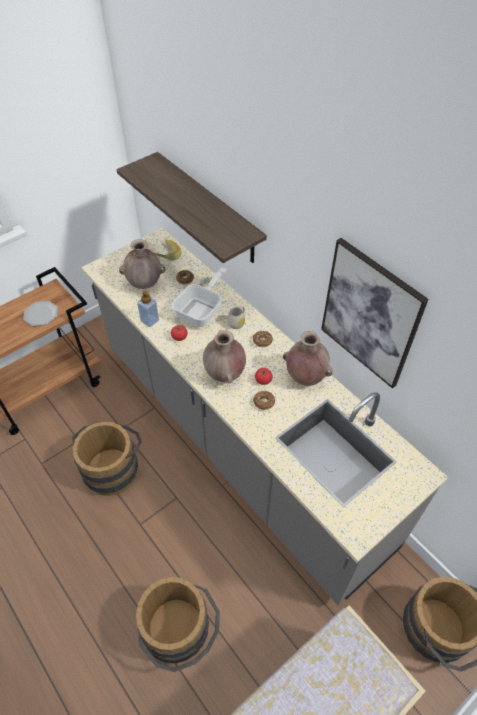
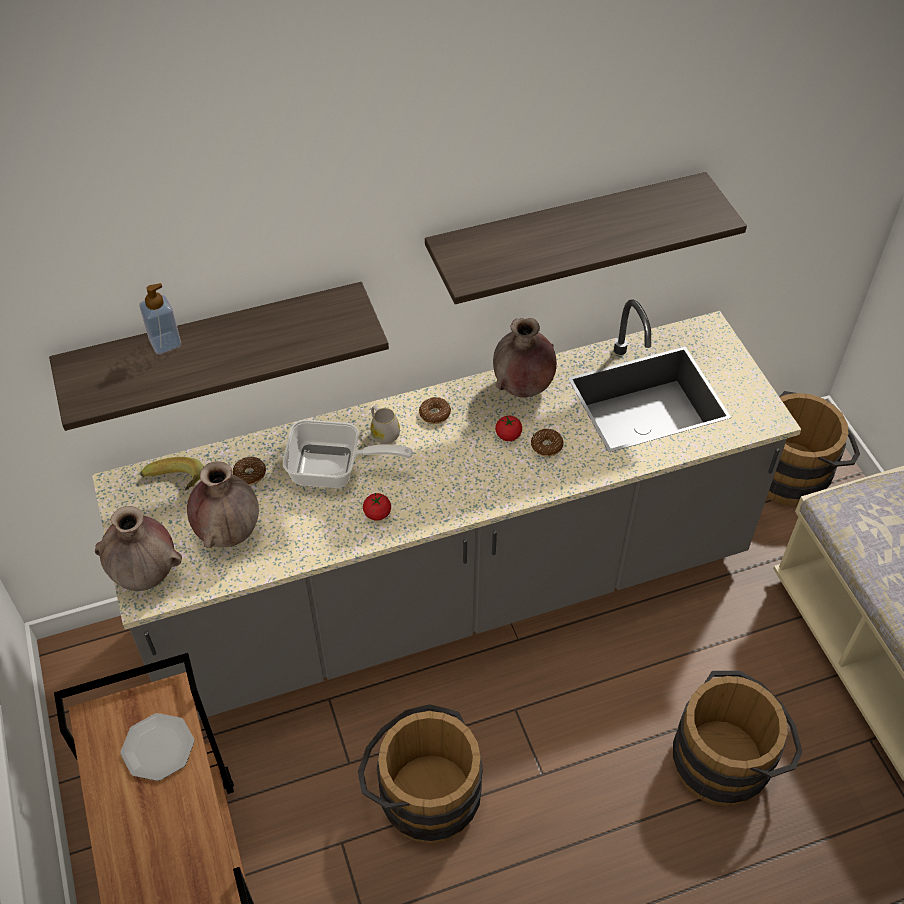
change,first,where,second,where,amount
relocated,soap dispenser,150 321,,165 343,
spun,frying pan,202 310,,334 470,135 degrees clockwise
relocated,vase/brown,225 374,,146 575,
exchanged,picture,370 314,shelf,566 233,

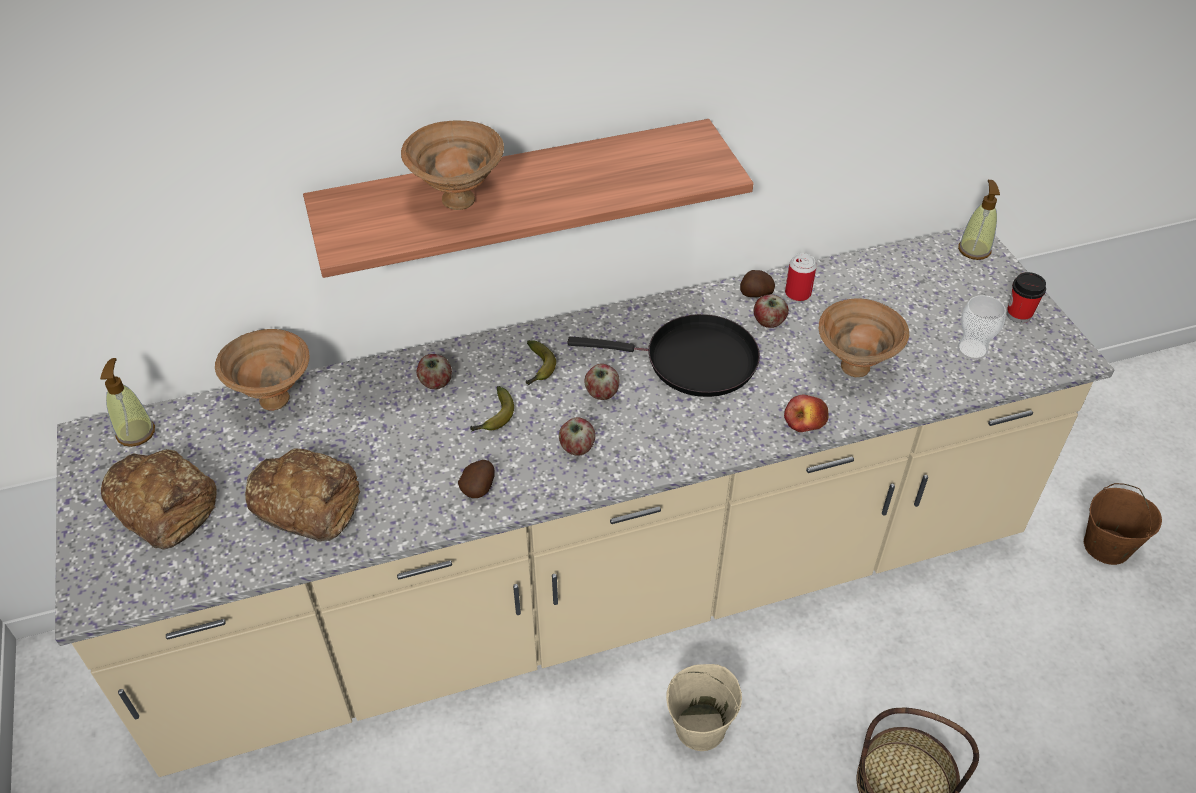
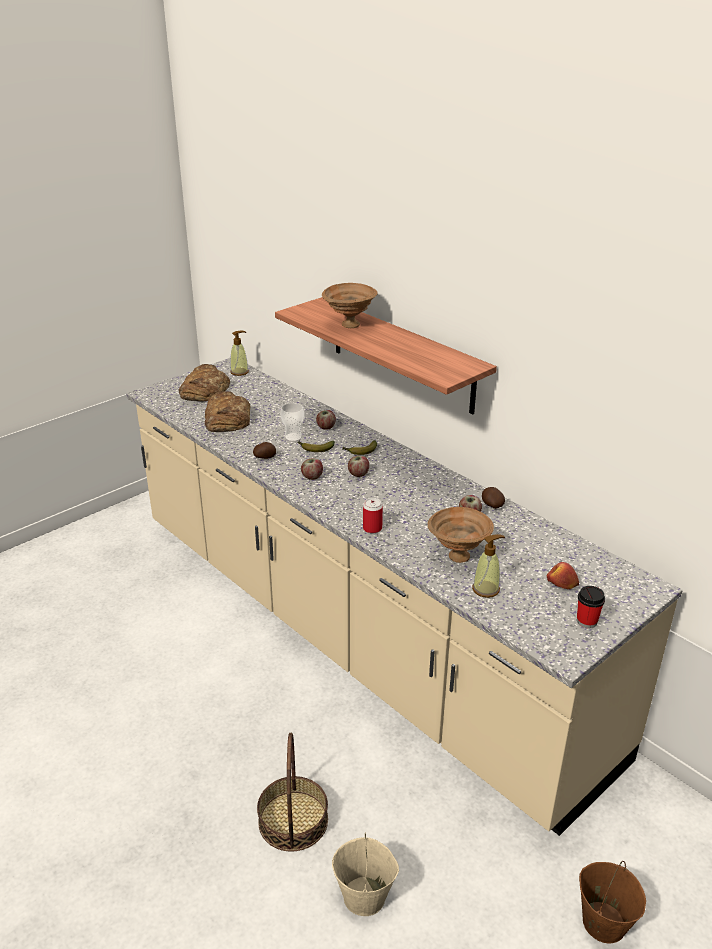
change,first,where,second,where,amount
missing,bowl/brown,272 398,,,
missing,frying pan/black,693 361,,,
relocated,bucket/beige,700 726,,365 896,
relocated,apple,805 421,,561 583,
relocated,can,798 293,,372 528,
relocated,soap dispenser,974 250,,486 589,
relocated,cup,972 349,,293 437,

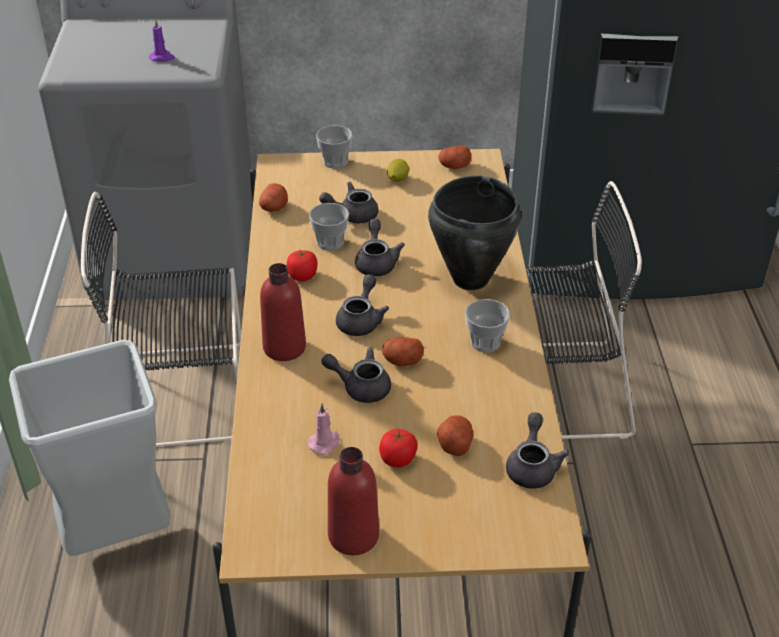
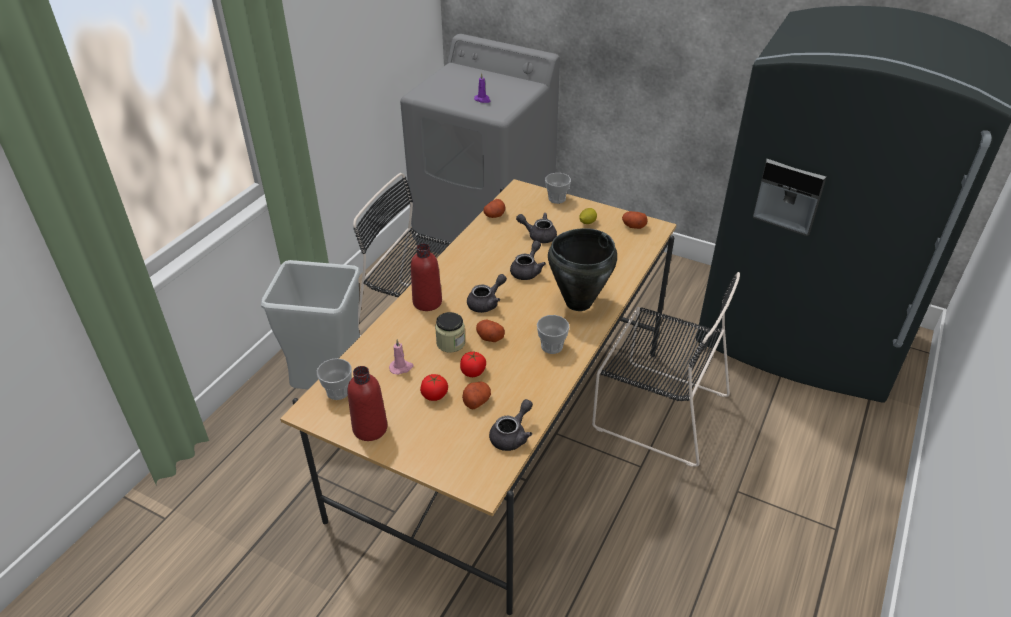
change,first,where,second,where,amount
relocated,tomato,302 276,,473 372,
relocated,cup,330 242,,338 391,
exchanged,teapot/grey,360 387,jar,450 343,

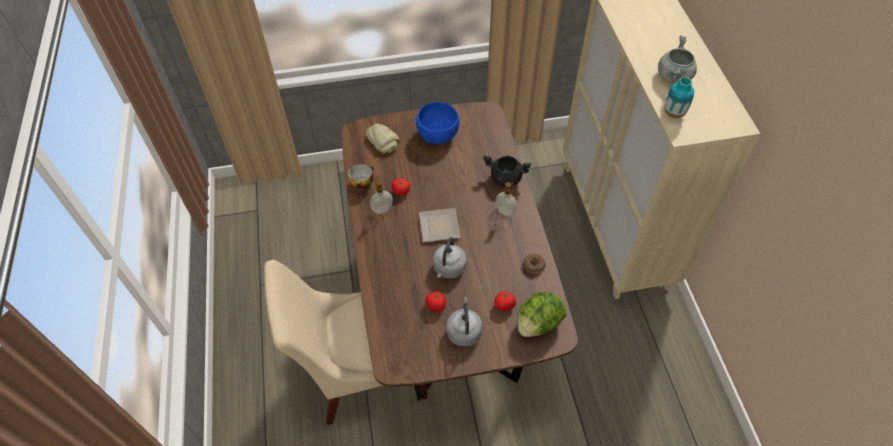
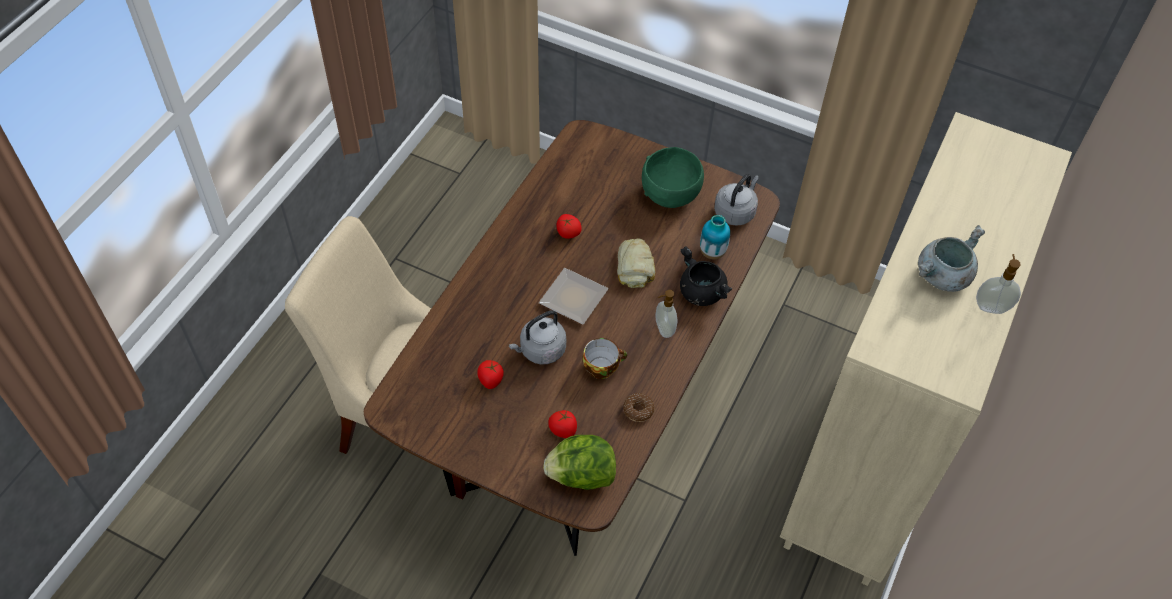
change,first,where,second,where,amount
relocated,cup,362 183,,602 367,
relocated,bread,383 140,,635 266,
relocated,soap dispenser,382 209,,991 307,
colour,bowl/blue,438 134,bowl/green,671 193,
relocated,kettle/grey,464 331,,735 211,
relocated,vase,674 113,,712 252,

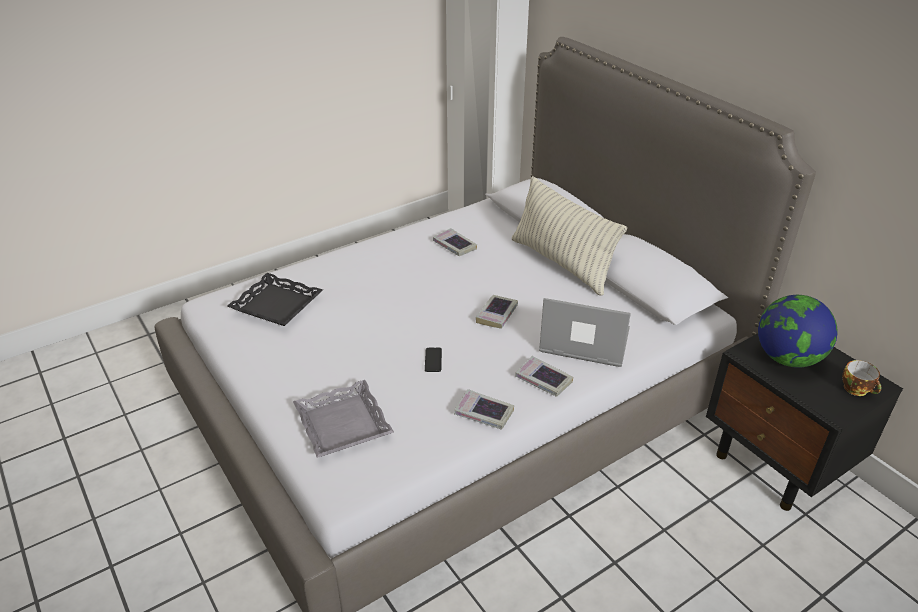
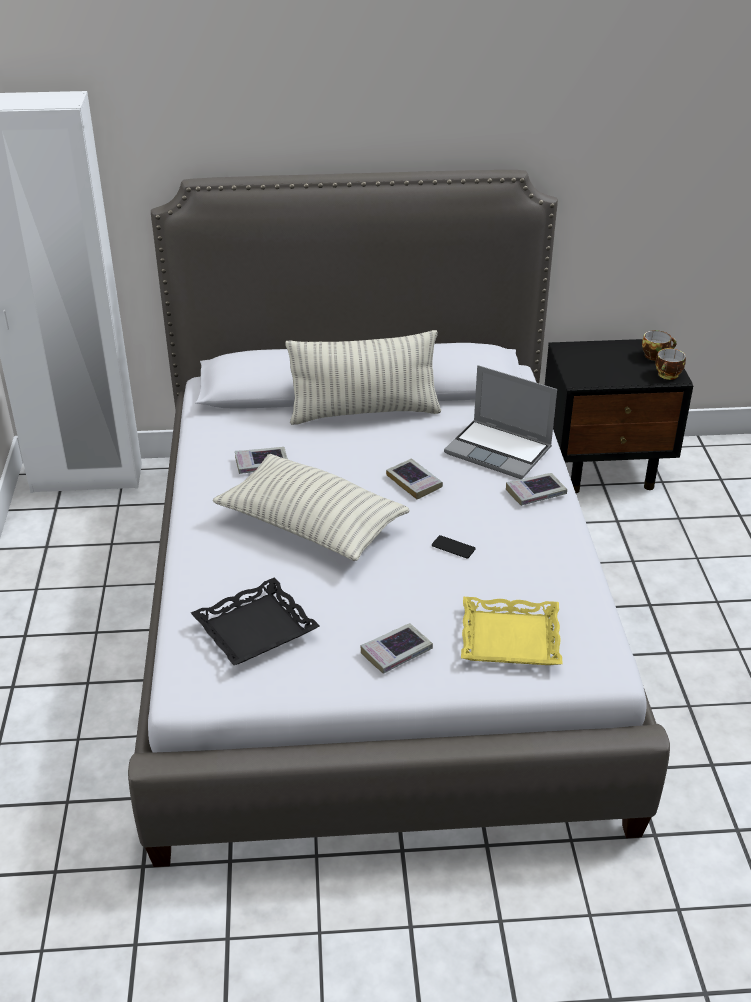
change,first,where,second,where,amount
colour,tray/grey,344 424,tray/yellow,510 638,
relocated,book,484 413,,396 652,
spun,laptop,583 342,,500 451,105 degrees counterclockwise
missing,globe,787 358,,,
appeared,,,pillow,311 525,
appeared,,,cup,668 375,

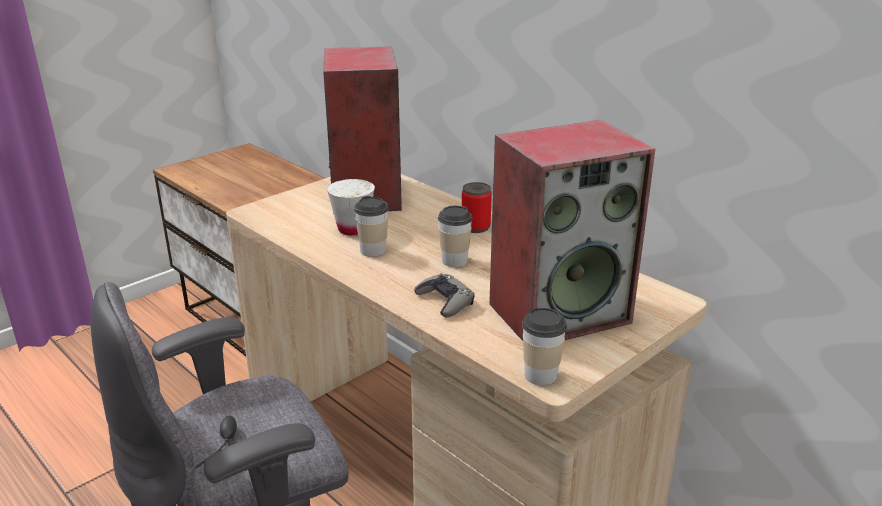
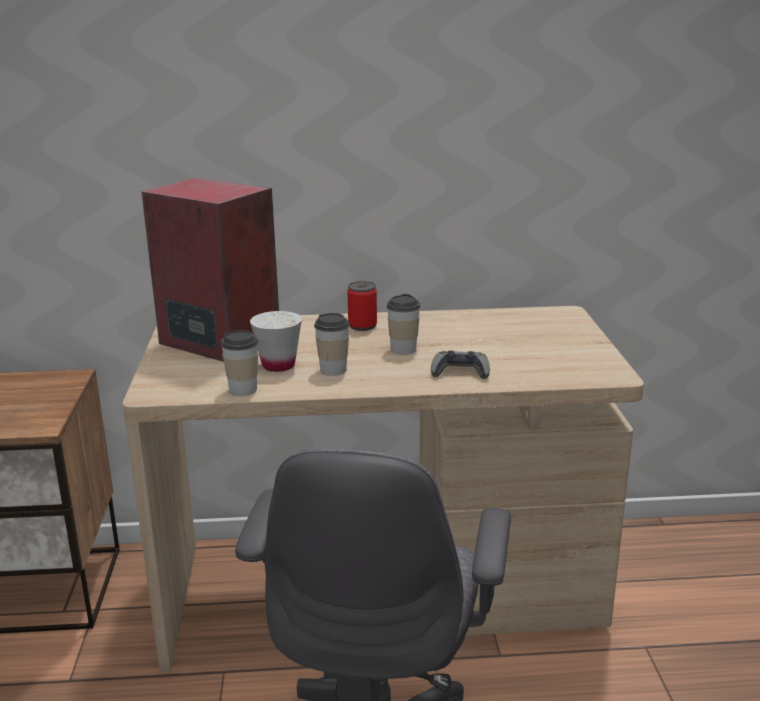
change,first,where,second,where,amount
missing,speaker,560 312,,,
relocated,cup,540 375,,243 390,

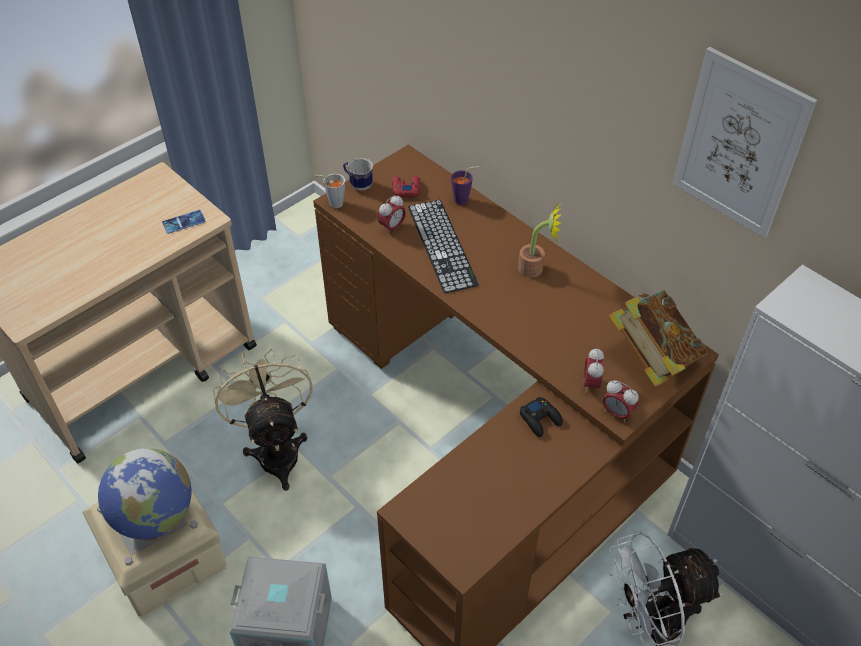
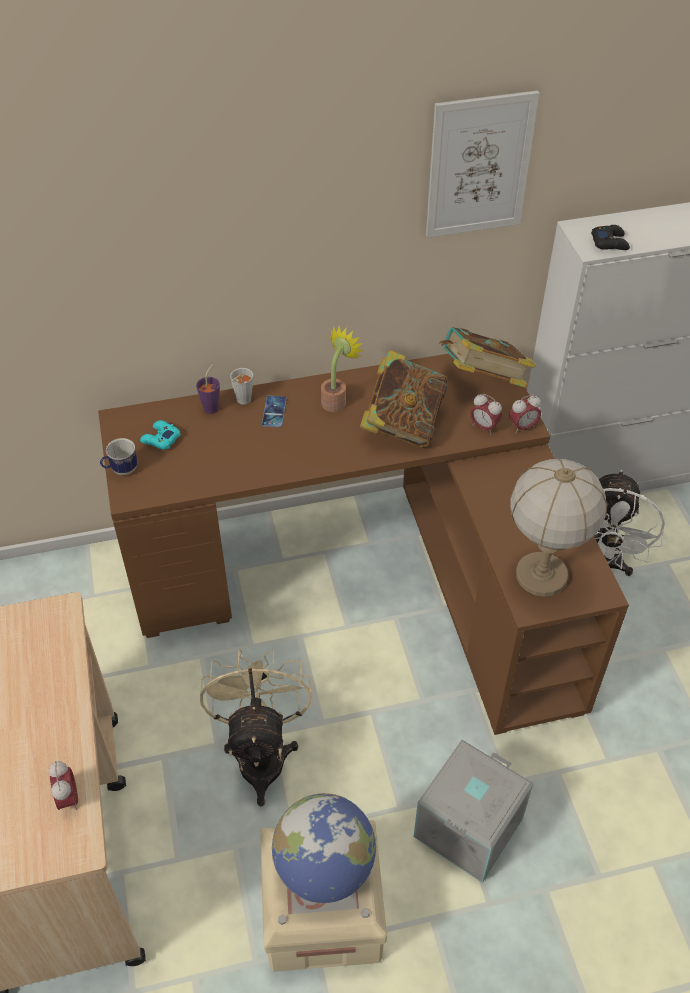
change,first,where,second,where,amount
relocated,phone,184 222,,274 411,
spun,fan/beige,276 449,,261 753,75 degrees clockwise
relocated,cup/grey,333 203,,241 401,
relocated,alarm clock,392 228,,68 798,
colour,game controller/red,406 189,game controller/turquoise,160 439,
missing,keyboard,442 245,,,
relocated,game controller/black,540 419,,610 242,
appeared,,,book,403 424,
appeared,,,table lamp,542 576,

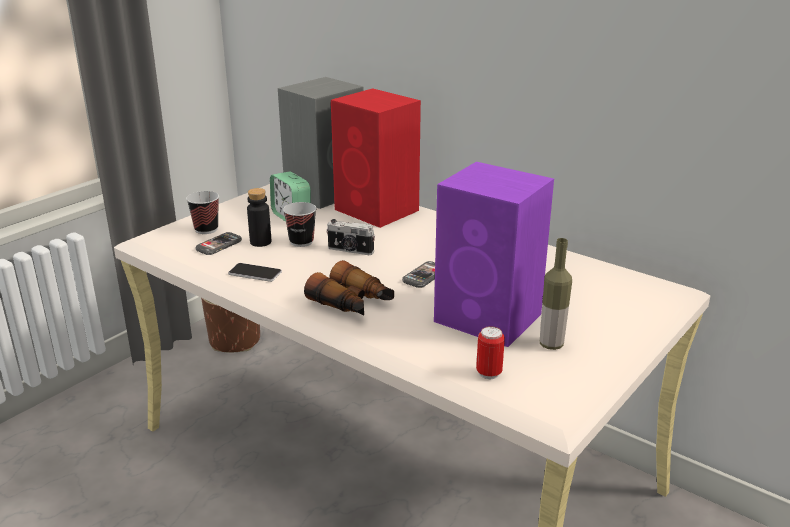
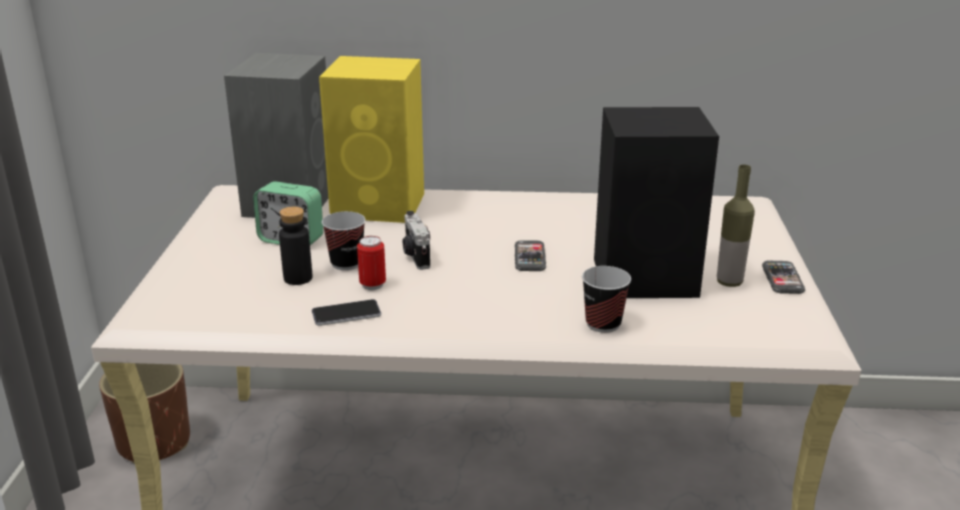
change,first,where,second,where,amount
relocated,cup,206 229,,603 324,
relocated,phone,219 245,,782 279,
missing,binoculars,352 303,,,
spun,photo camera,350 250,,415 256,90 degrees clockwise
colour,speaker/red,378 210,speaker/yellow,381 206,
colour,speaker/purple,490 318,speaker/black,648 277,
relocated,can,489 373,,372 285,

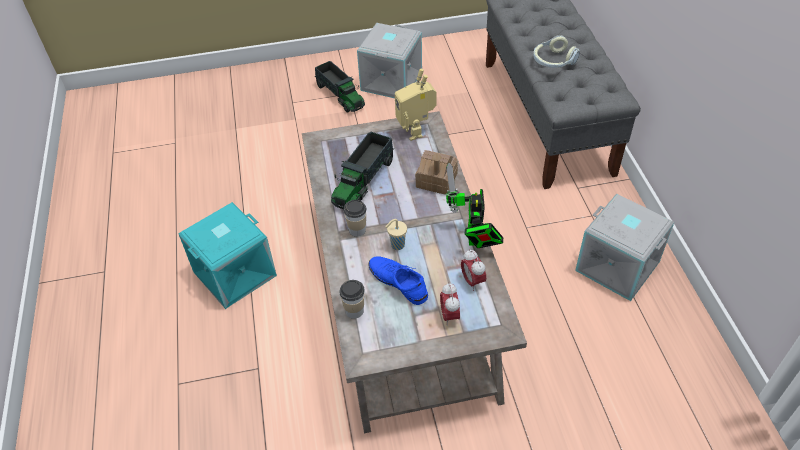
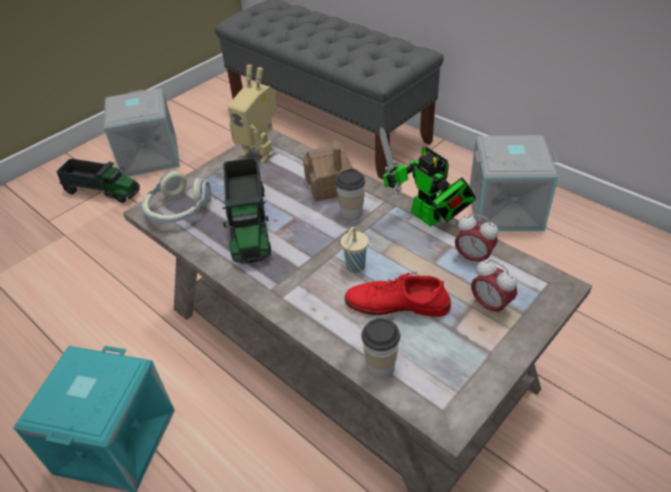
change,first,where,second,where,amount
relocated,cup,357 230,,351 212,
colour,shoe/blue,398 282,shoe/red,397 304,
relocated,headphones,553 61,,178 210,

